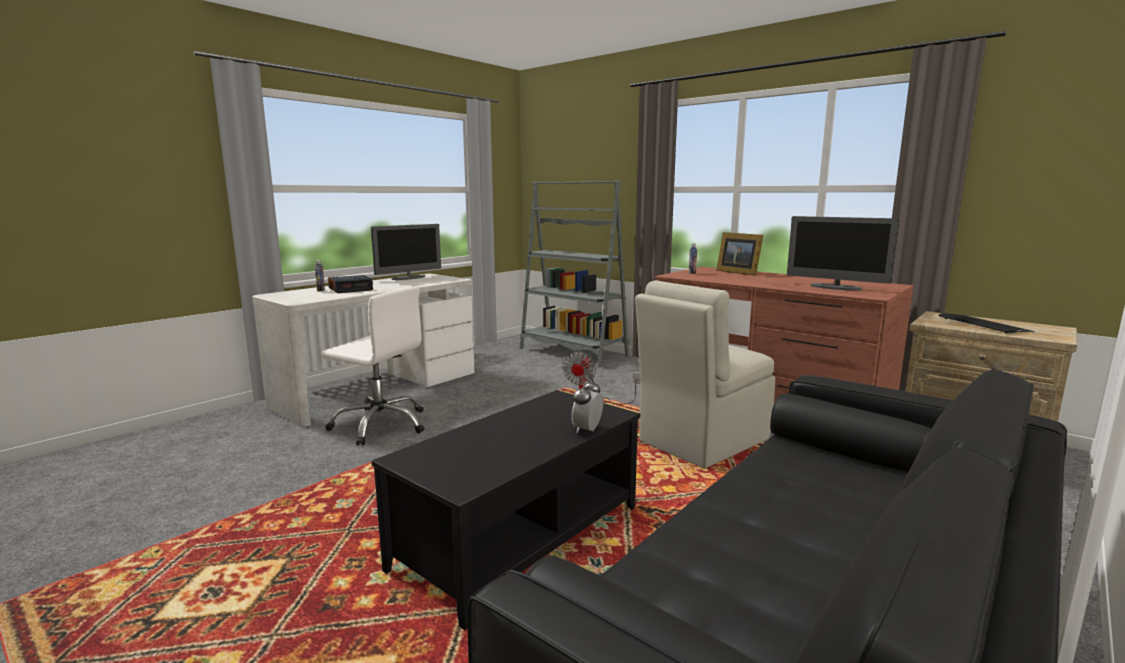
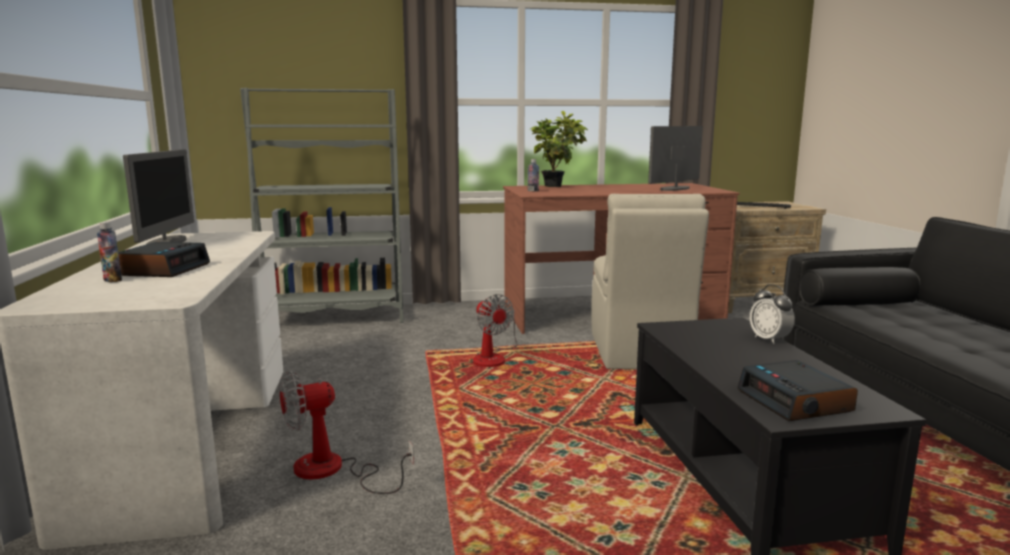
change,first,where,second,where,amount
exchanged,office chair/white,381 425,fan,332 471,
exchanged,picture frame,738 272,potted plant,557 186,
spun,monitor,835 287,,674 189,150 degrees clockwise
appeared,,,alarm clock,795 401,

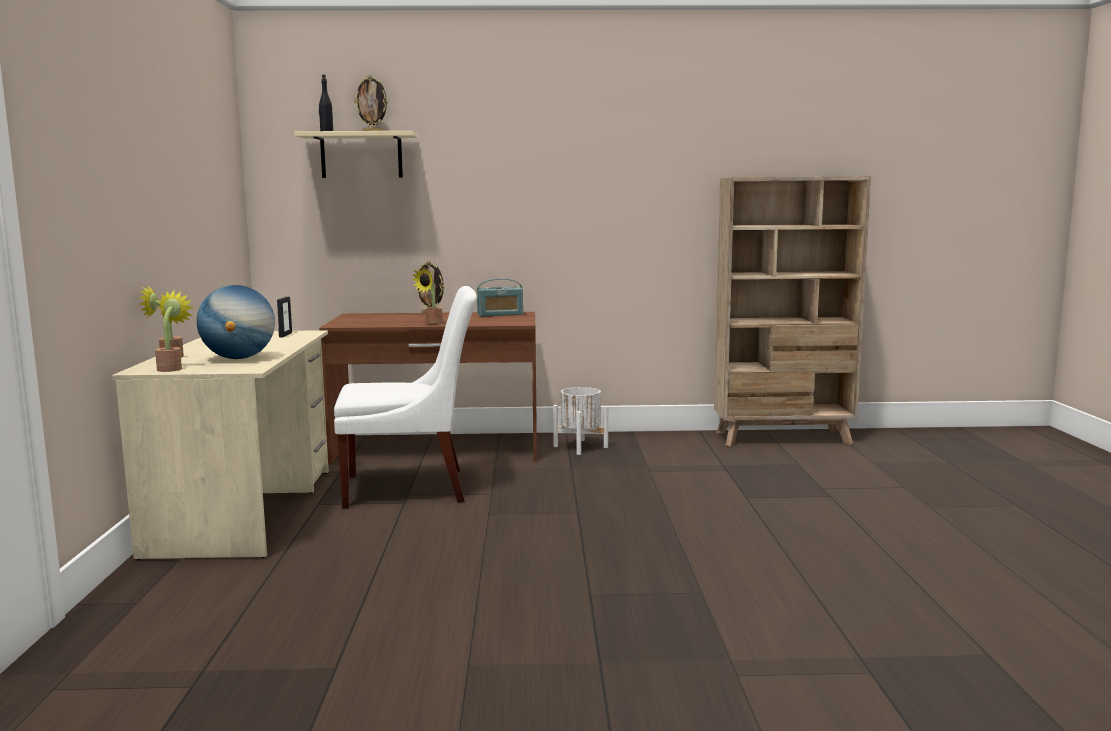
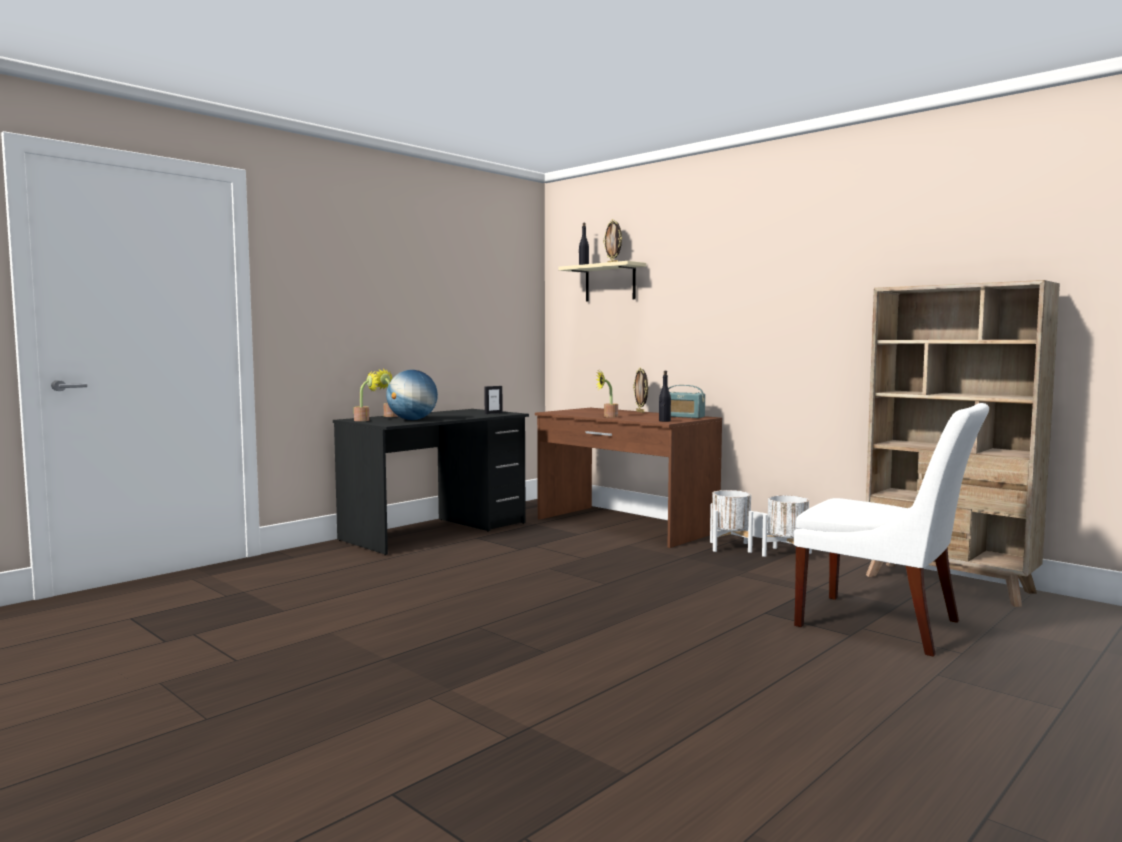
change,first,where,second,where,amount
colour,desk/beige,245 510,desk/black,436 531,
relocated,chair/white,412 488,,885 625,
appeared,,,bottle/black,664 421,
appeared,,,planter/white,786 554,

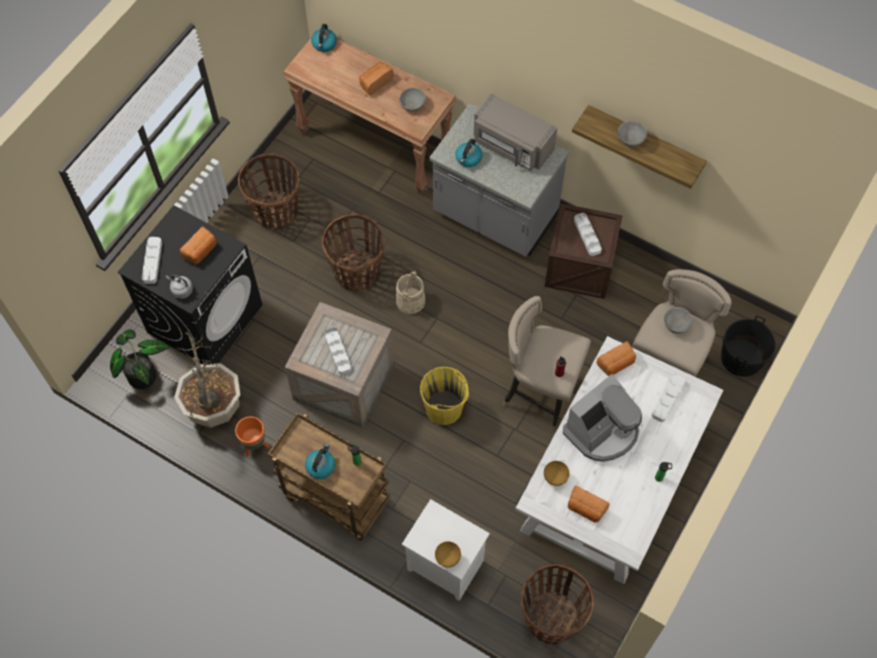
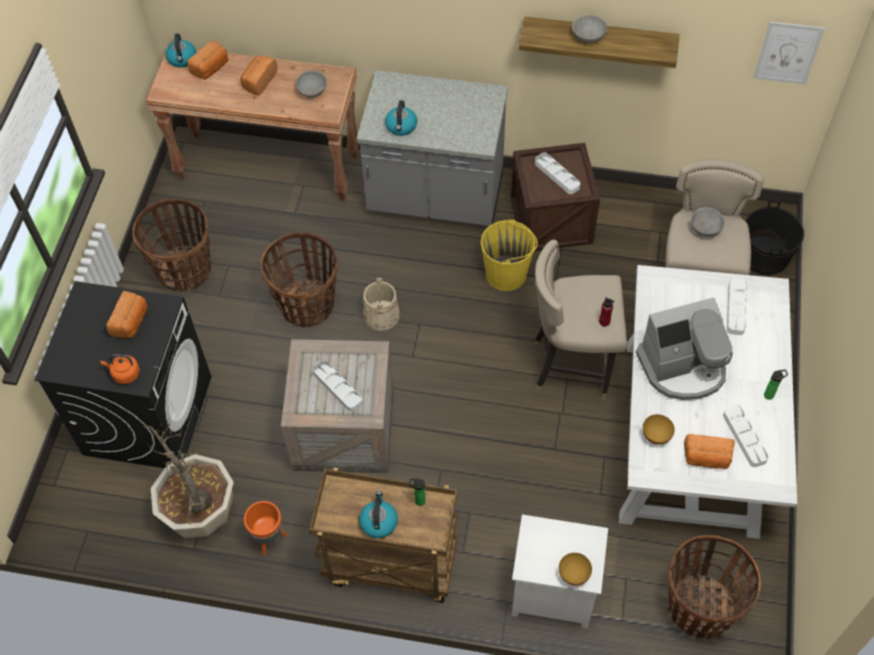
change,first,where,second,where,amount
missing,potted plant,143 373,,,
relocated,tray/white,152 261,,744 437,
colour,kettle/grey,181 290,kettle/orange,124 374,
relocated,bucket/yellow,444 408,,506 274,
missing,microwave/grey,512 146,,,
spun,coffee machine,602 431,,682 367,45 degrees clockwise
relocated,bread,616 364,,211 68,
appeared,,,picture,788 53,

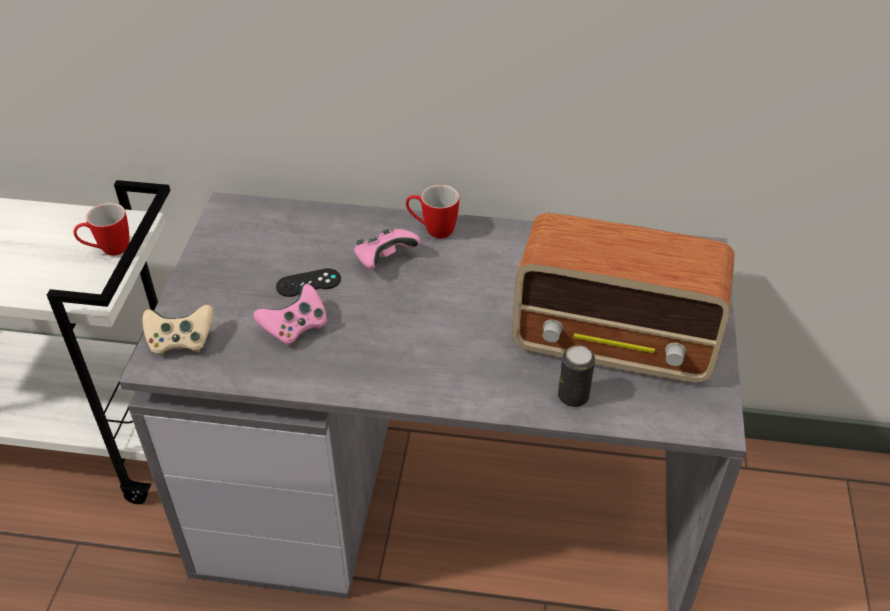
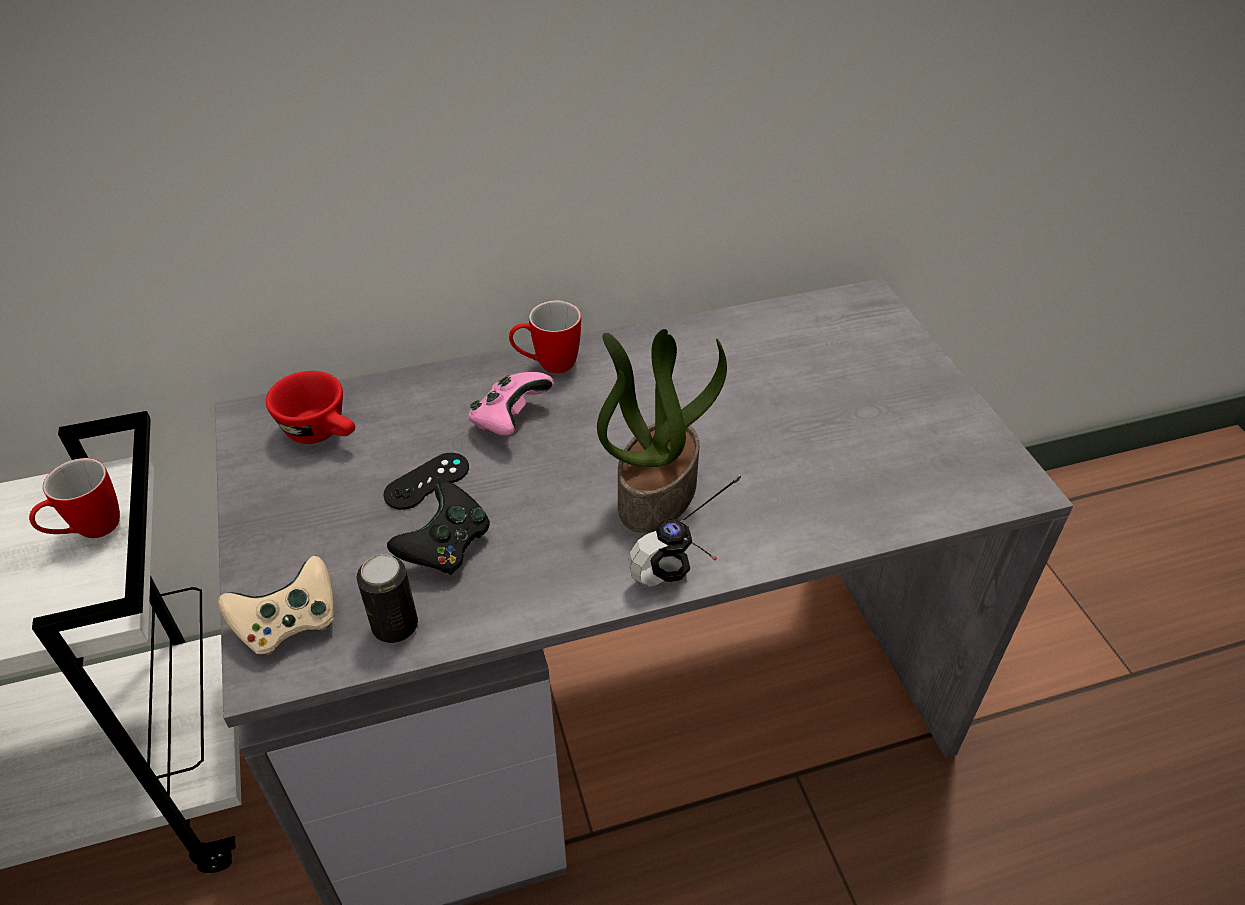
change,first,where,second,where,amount
colour,game controller/pink,295 328,game controller/black,446 547,
missing,radio,615 344,,,
relocated,can,573 396,,395 626,
appeared,,,cup/red,323 432,
appeared,,,potted plant,656 492,
appeared,,,headphones,698 569,

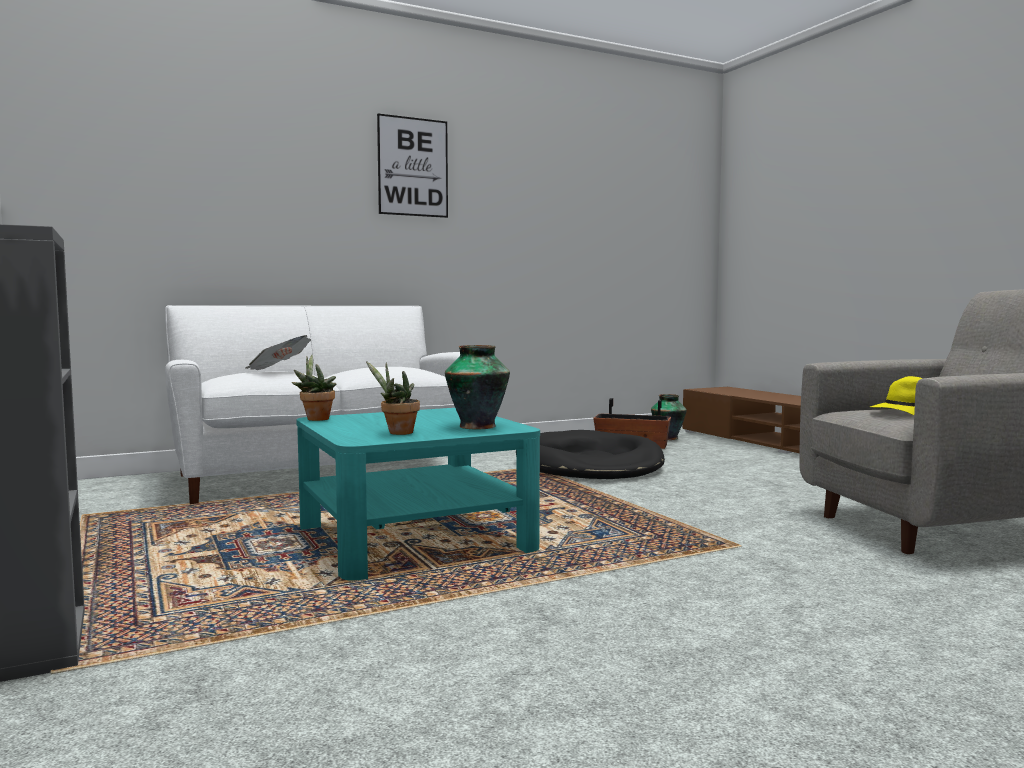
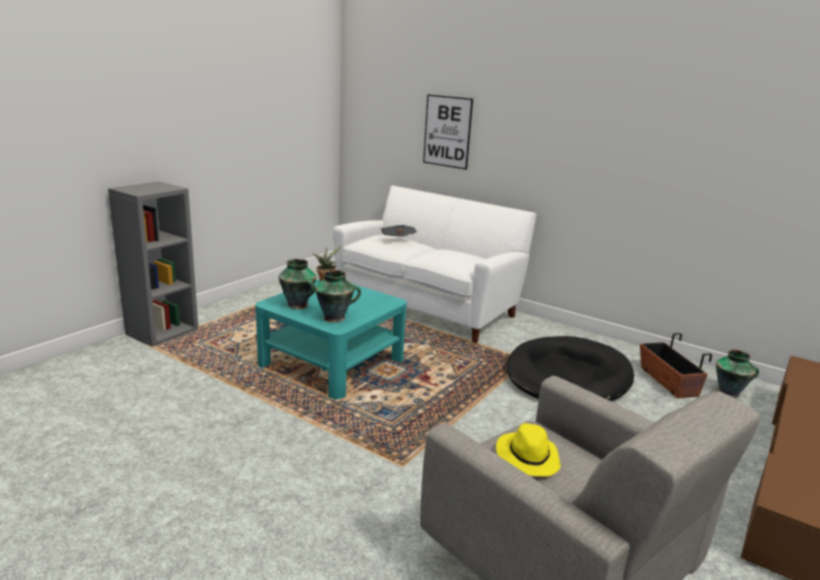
change,first,where,second,where,amount
exchanged,potted plant,397 433,vase,298 305,
relocated,picture,413 167,,447 131,

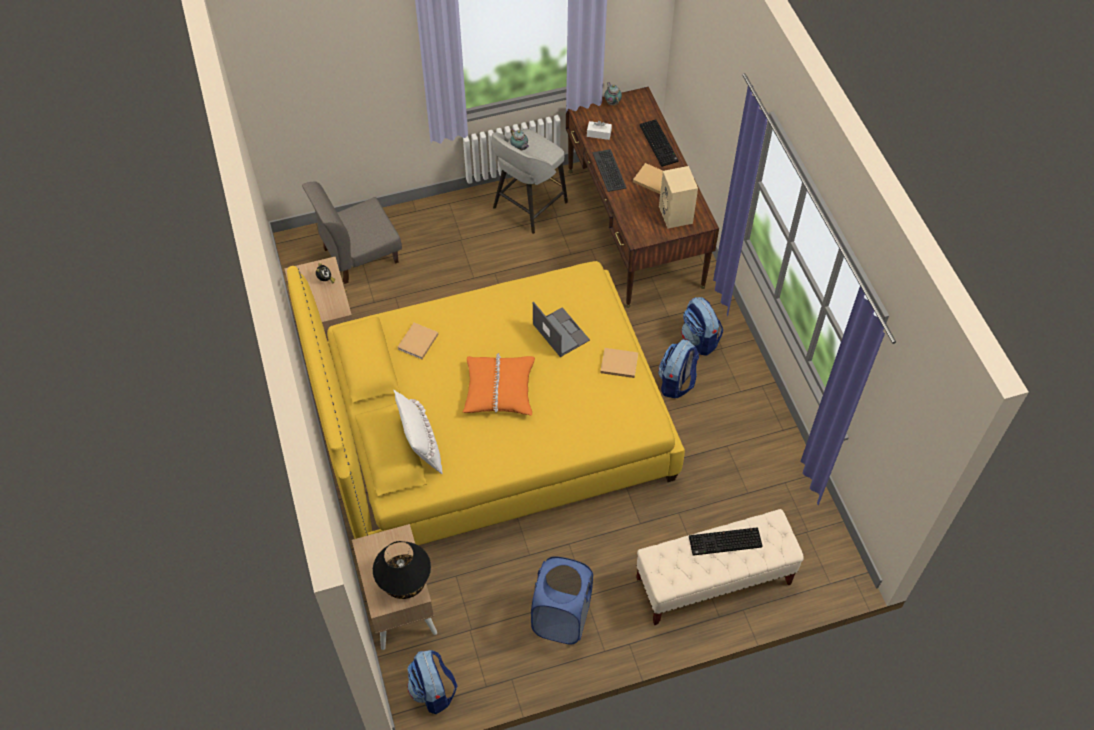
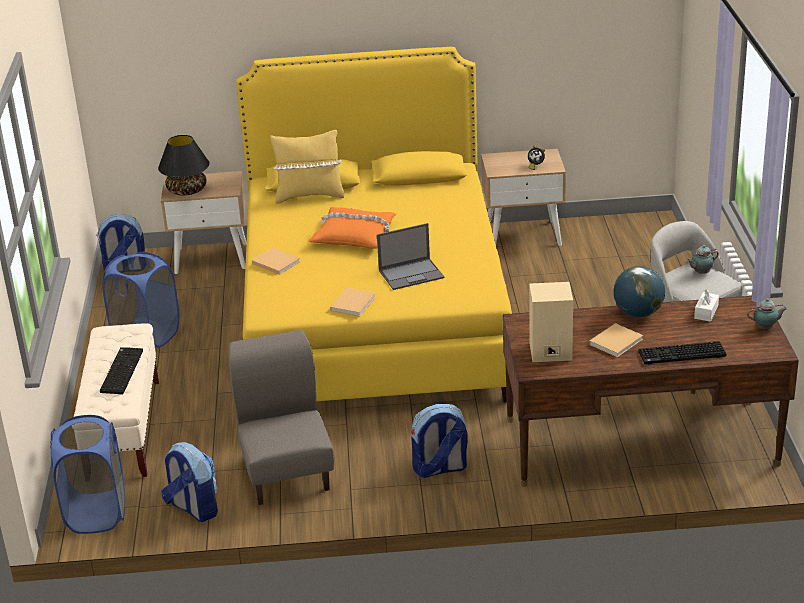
change,first,where,second,where,amount
relocated,chair/grey,360 255,,287 472,
colour,pillow/white,421 448,pillow/yellow,309 196,
relocated,book/beige,417 342,,275 262,
exchanged,keyboard,609 170,globe,638 313,
relocated,backpack,676 383,,193 508,
appeared,,,laundry basket/blue,96 513,

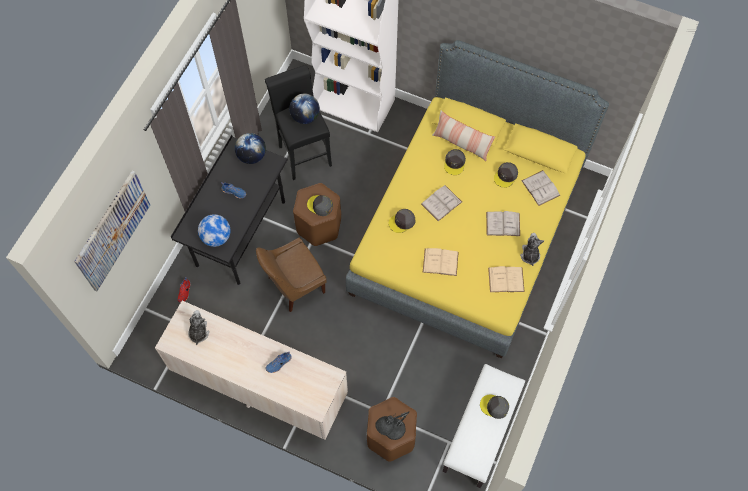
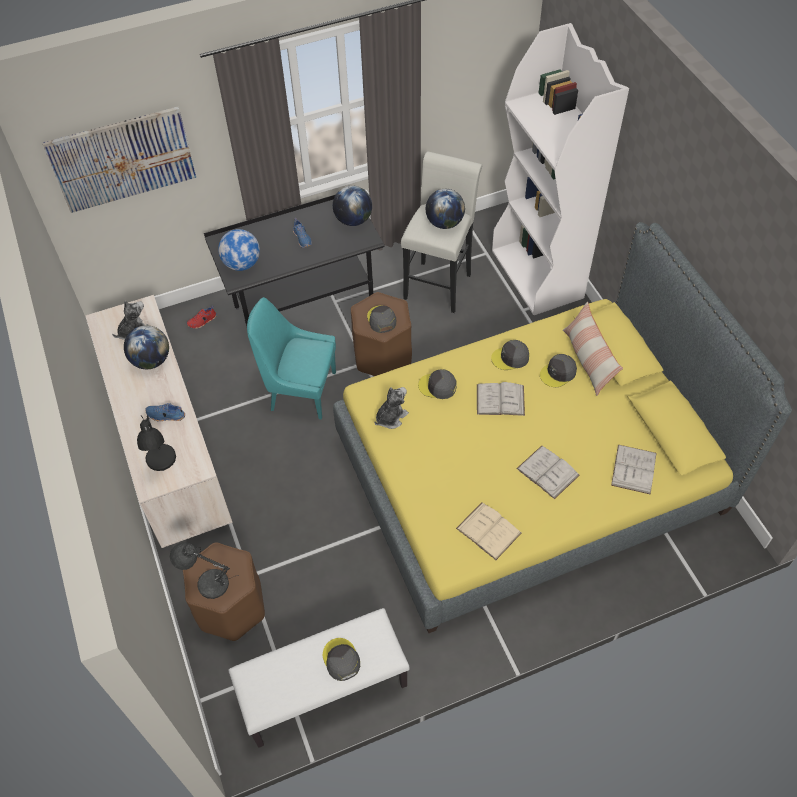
change,first,where,second,where,amount
colour,chair/brown,294 286,chair/turquoise,300 390,
colour,stool/black,303 152,stool/white,439 283,
missing,book/beige,440 262,,,
relocated,cap/grey,506 176,,510 358,
relocated,plush toy,530 255,,390 417,
appeared,,,globe,151 360,
appeared,,,table lamp/black,161 462,

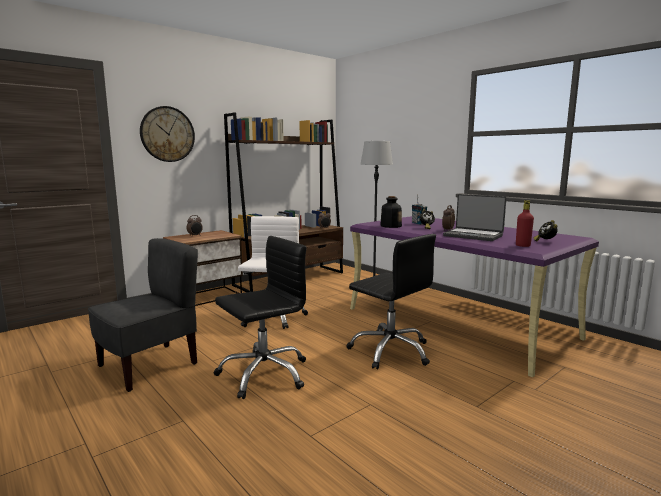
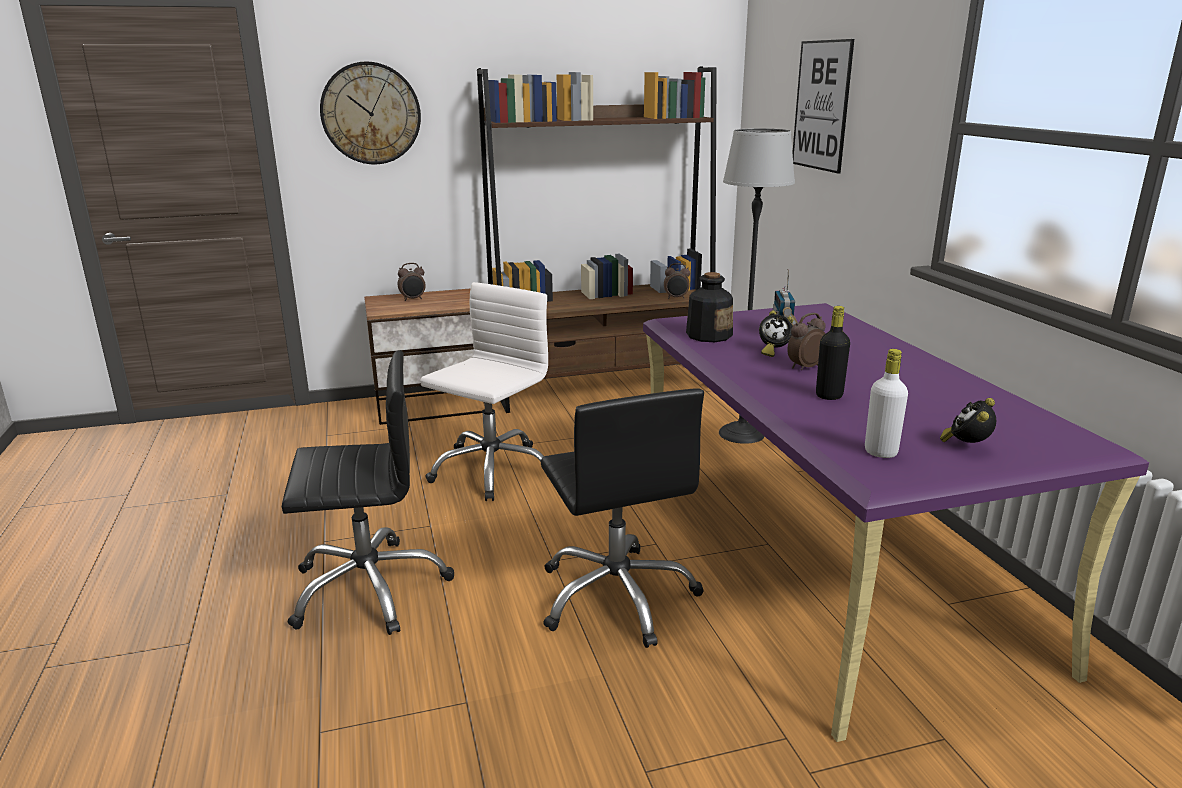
change,first,where,second,where,amount
missing,chair/grey,149 366,,,
exchanged,laptop,473 235,bottle/black,829 396,
colour,bottle/red,523 245,bottle/white,880 452,
appeared,,,picture,821 105,

